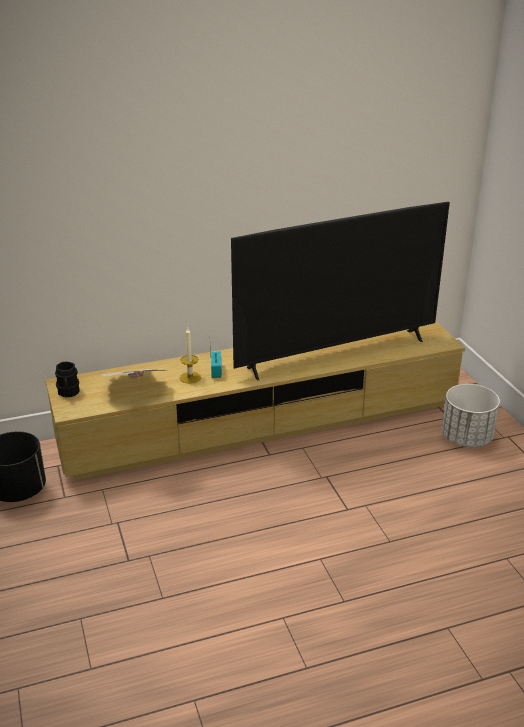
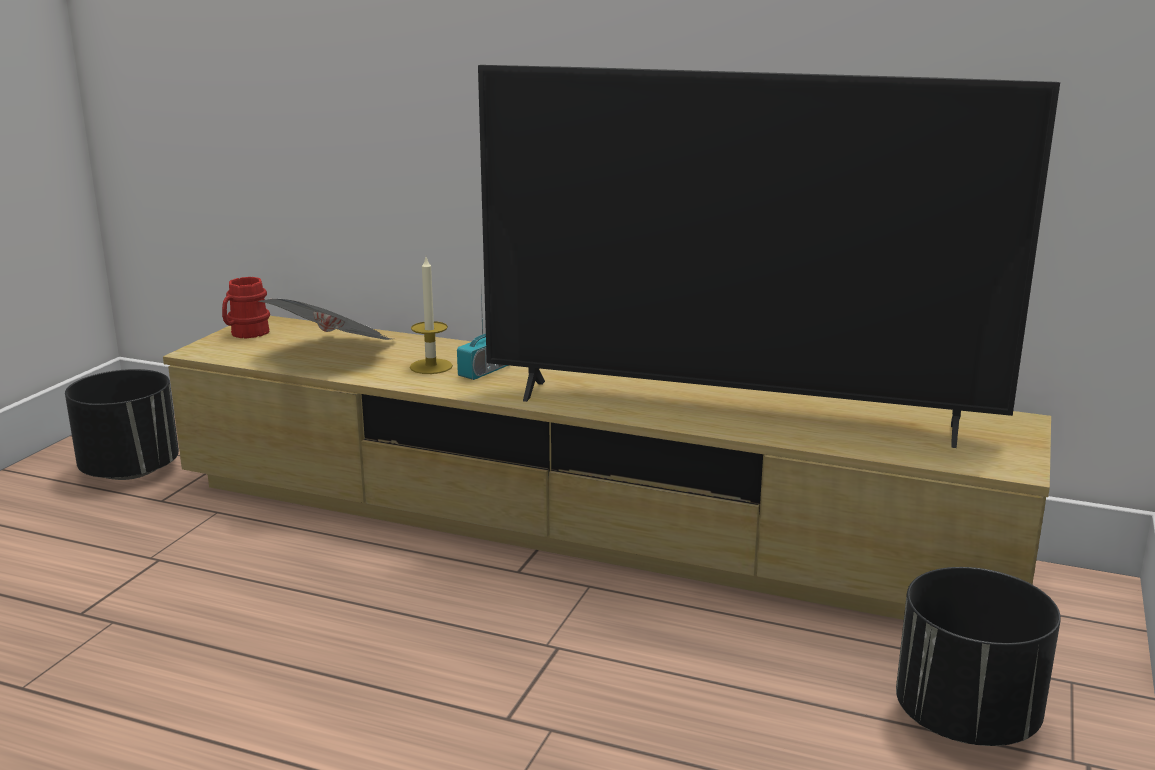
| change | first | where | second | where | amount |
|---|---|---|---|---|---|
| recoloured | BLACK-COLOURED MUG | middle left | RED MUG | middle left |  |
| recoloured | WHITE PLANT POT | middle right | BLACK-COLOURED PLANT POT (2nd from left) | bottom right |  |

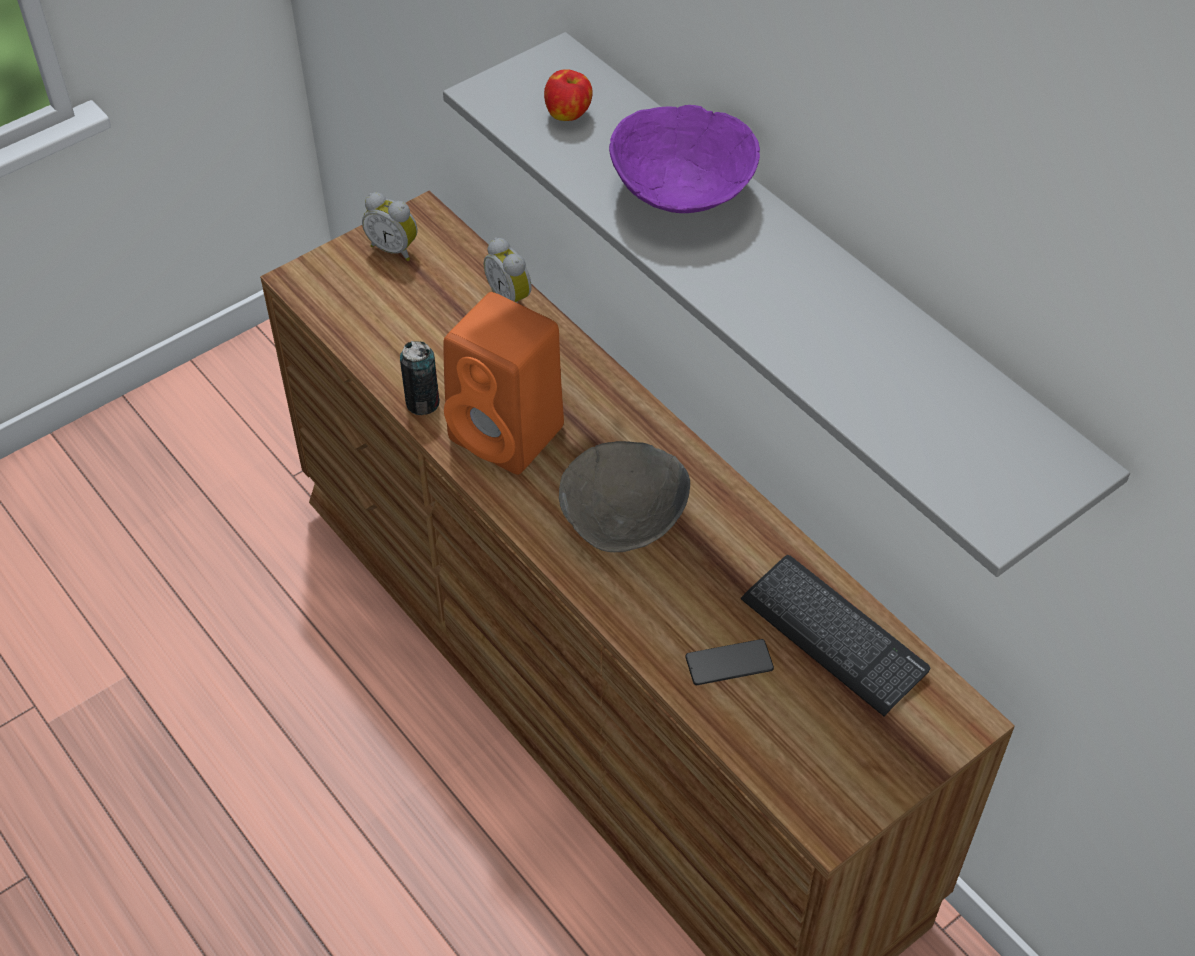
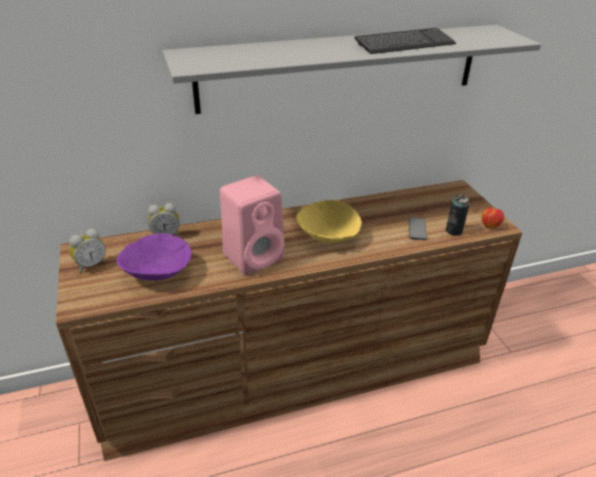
| change | first | where | second | where | amount |
|---|---|---|---|---|---|
| moved | SEALED CAN | centre |  | middle right |  |
| moved | APPLE FRUIT | top centre |  | middle right |  |
| moved | PURPLE DEEP DISH | top centre |  | middle left |  |
| moved | KEYBOARD | middle right |  | top right |  |
| recoloured | ORANGE LOUDSPEAKER | centre | PINK-COLOURED LOUDSPEAKER | centre |  |
| recoloured | GRAY DEEP DISH | centre | YELLOWISH DEEP DISH | centre |  |

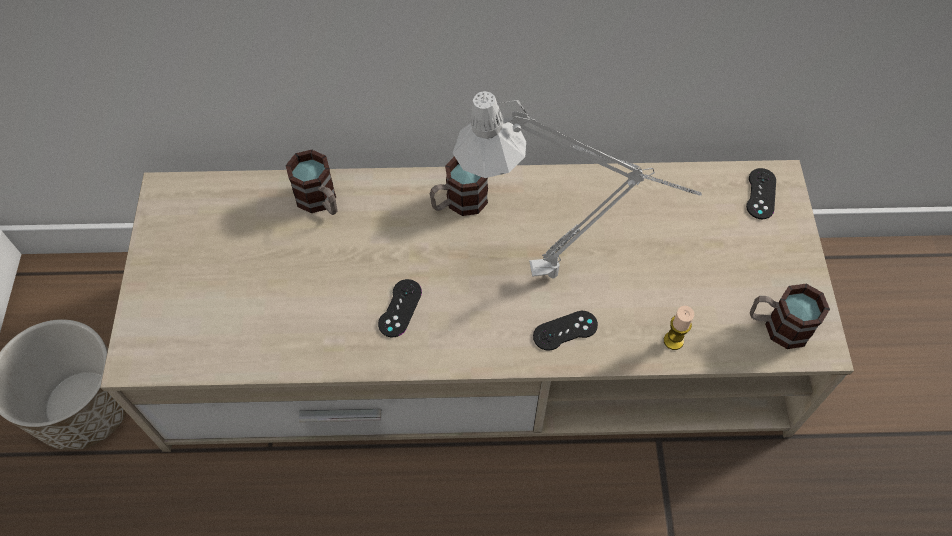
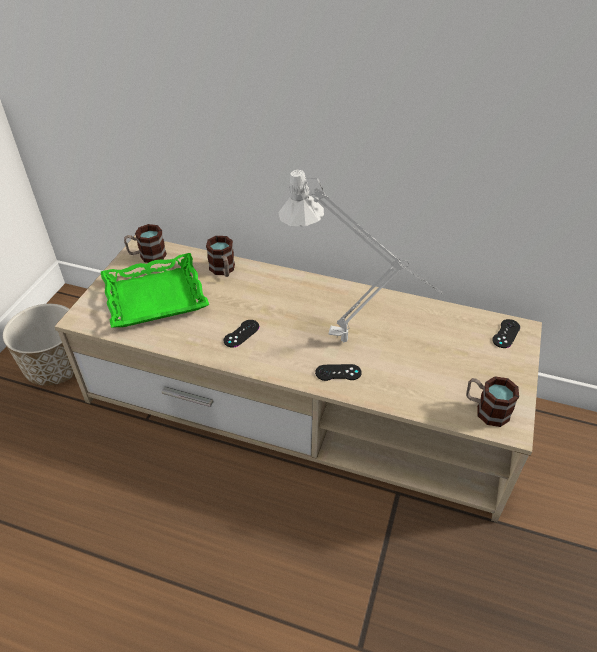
| change | first | where | second | where | amount |
|---|---|---|---|---|---|
| removed | WAX LIGHT | middle right |  |  |  |
| added |  |  | GREEN-COLOURED CARRYING TRAY | middle left |  |
| moved | MUG (2nd from left in the first image) | centre | MUG (1st from left) | middle left |  |

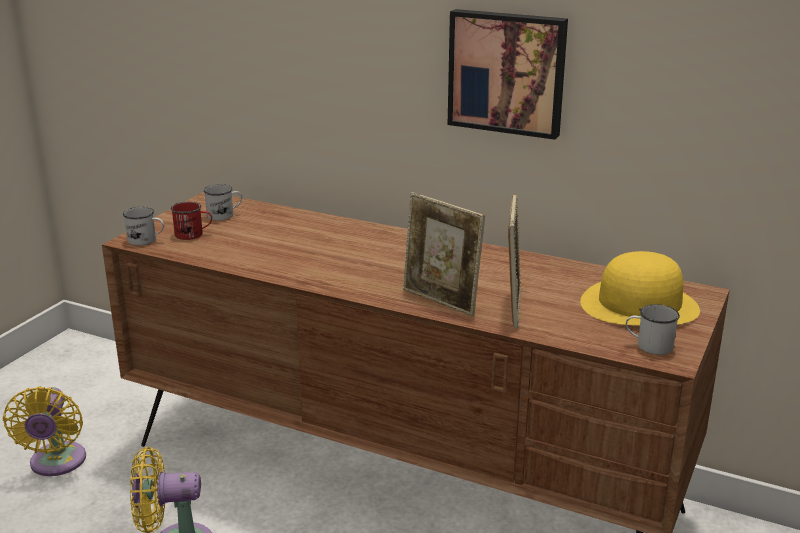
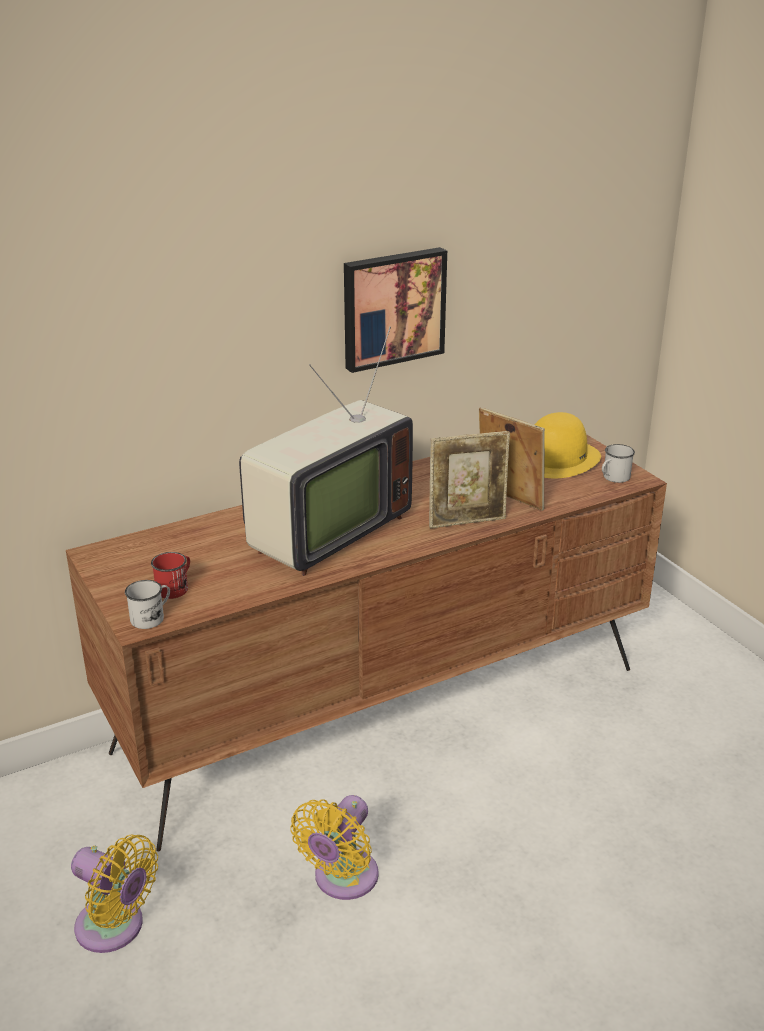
| change | first | where | second | where | amount |
|---|---|---|---|---|---|
| removed | WHITE MUG (2nd from left) | middle left |  |  |  |
| added |  |  | TV | centre |  |

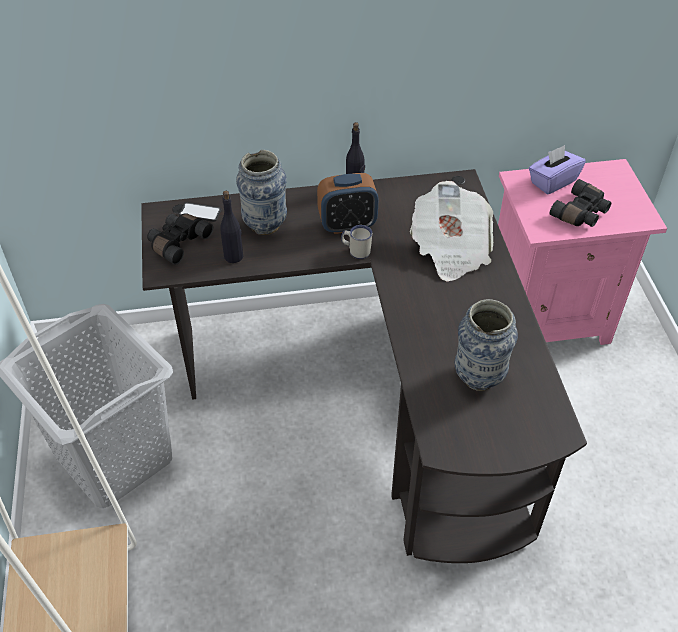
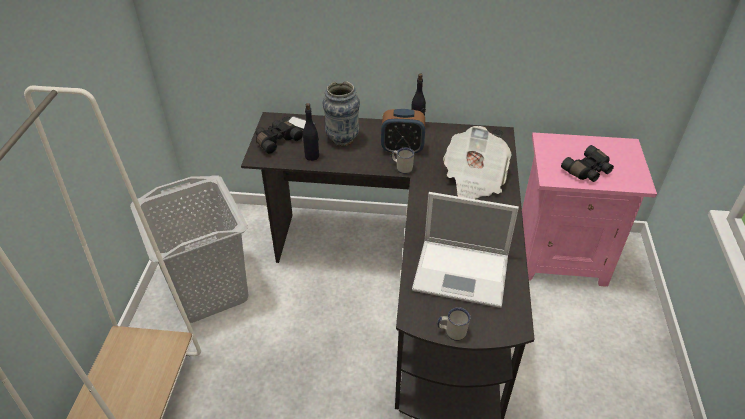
| change | first | where | second | where | amount |
|---|---|---|---|---|---|
| removed | PURPLE TISSUE HOLDER | top right |  |  |  |
| added |  |  | WHITE MUG (2nd from left) | bottom centre |  |
| replaced | DECORATIVE VASE (2nd from left) | middle right | LAPTOP | centre |  |

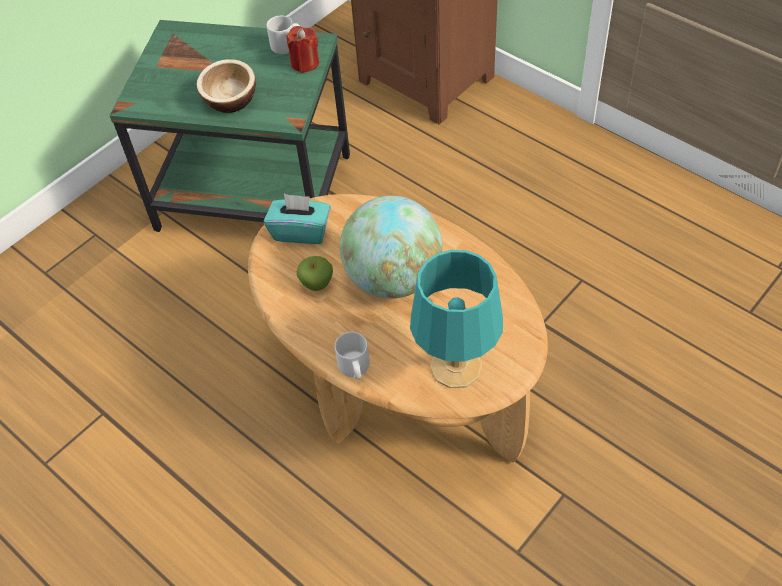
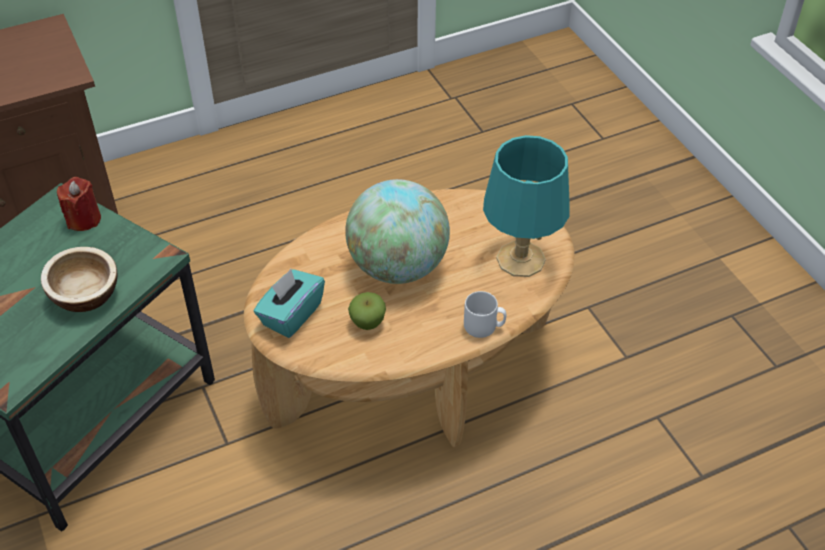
| change | first | where | second | where | amount |
|---|---|---|---|---|---|
| removed | GRAY MUG (1st from left) | top centre |  |  |  |

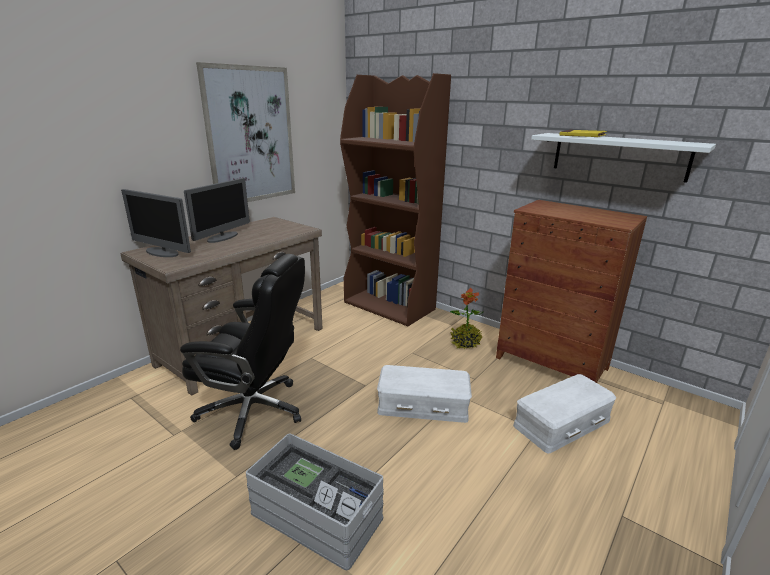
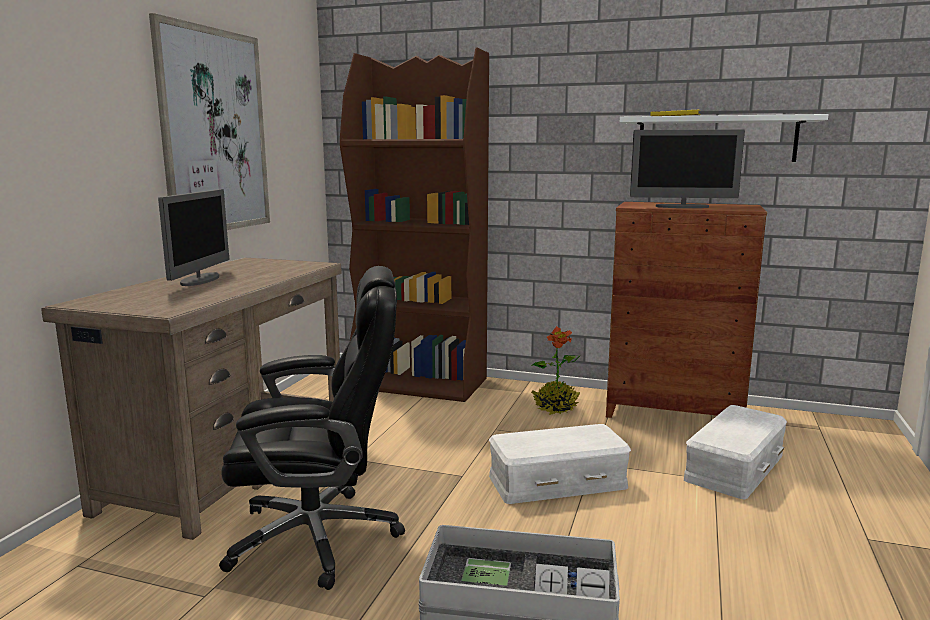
| change | first | where | second | where | amount |
|---|---|---|---|---|---|
| moved | COMPUTER DISPLAY (1st from left in the first image) | middle left | COMPUTER DISPLAY (2nd from left) | top right |  |

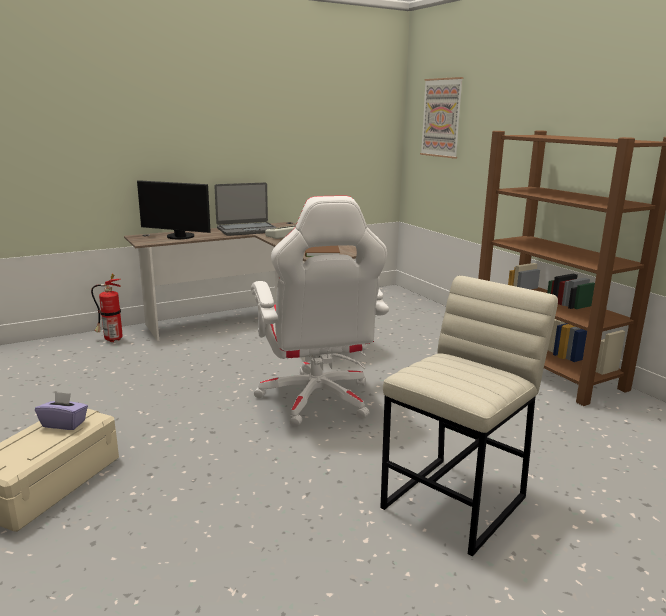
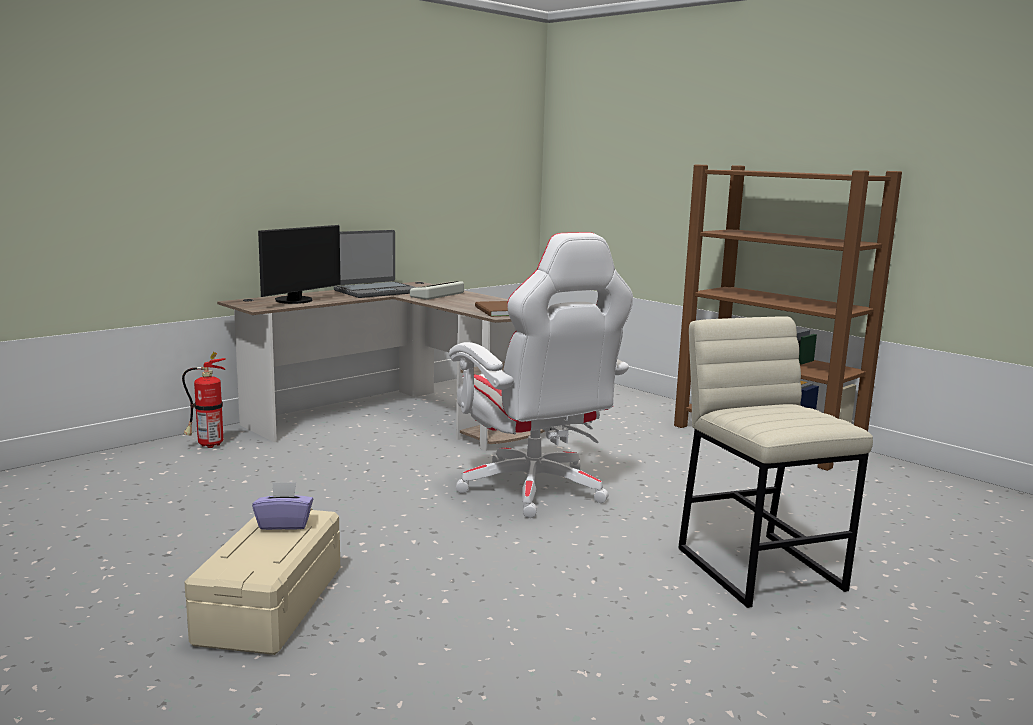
| change | first | where | second | where | amount |
|---|---|---|---|---|---|
| removed | PICTURE | top centre |  |  |  |
| turned | COMPUTER DISPLAY | middle left |  | middle left | 60 degrees counterclockwise |
| turned | BEIGE-COLOURED CHAIR | bottom right |  | middle right | 45 degrees counterclockwise |

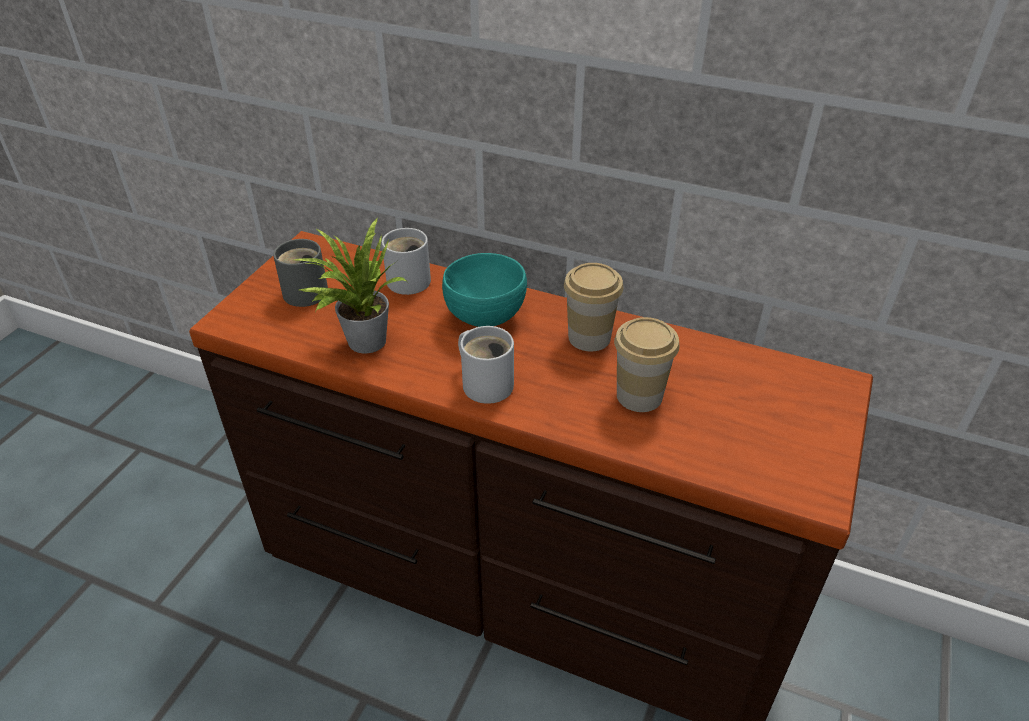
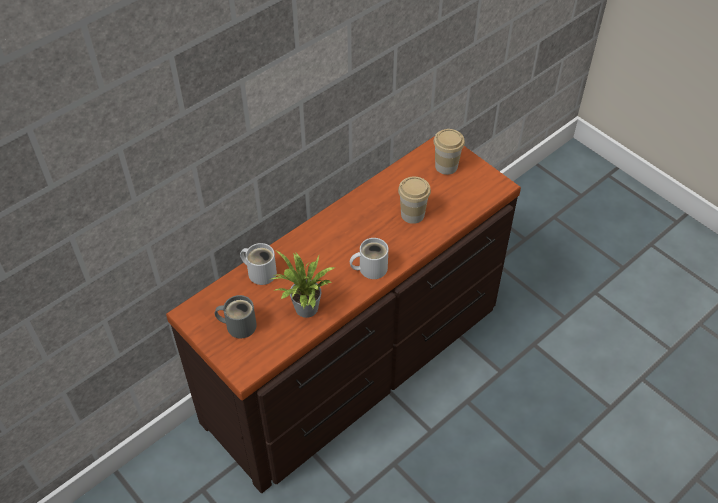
| change | first | where | second | where | amount |
|---|---|---|---|---|---|
| removed | TURQUOISE DEEP DISH | centre |  |  |  |
| moved | CUP (1st from left in the first image) | centre | CUP (2nd from left) | top centre |  |

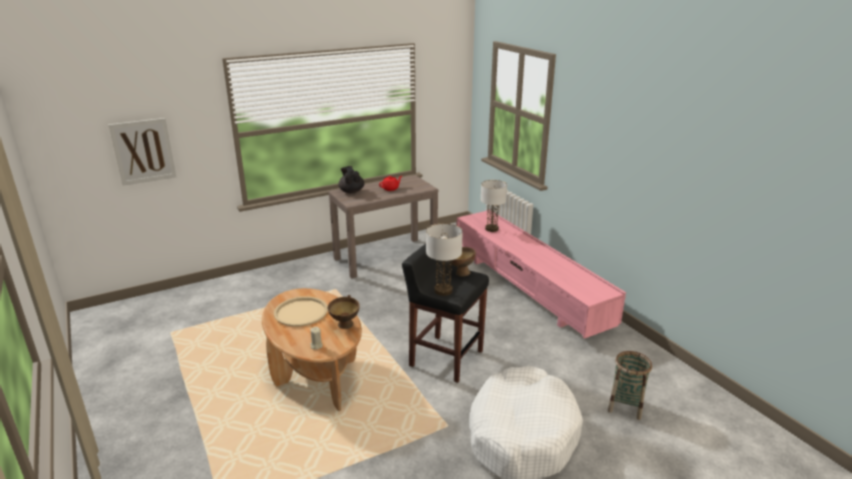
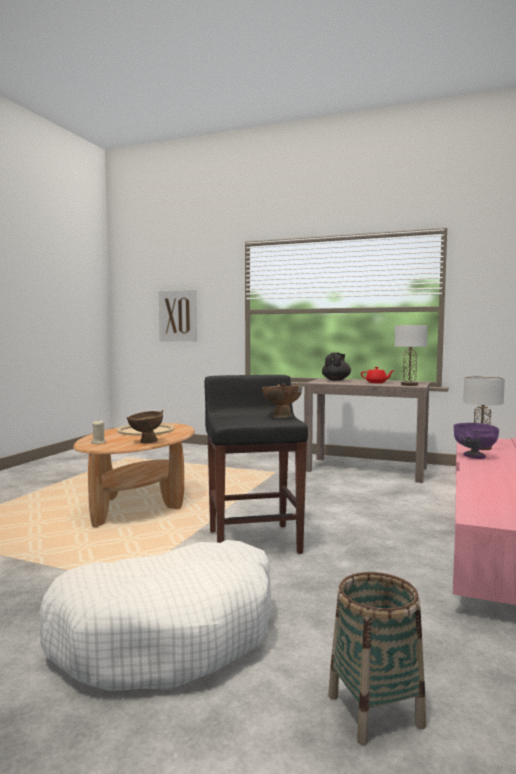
| change | first | where | second | where | amount |
|---|---|---|---|---|---|
| added |  |  | PURPLE DEEP DISH | middle right |  |
| moved | TABLETOP LAMP (1st from left) | centre |  | middle right |  |

